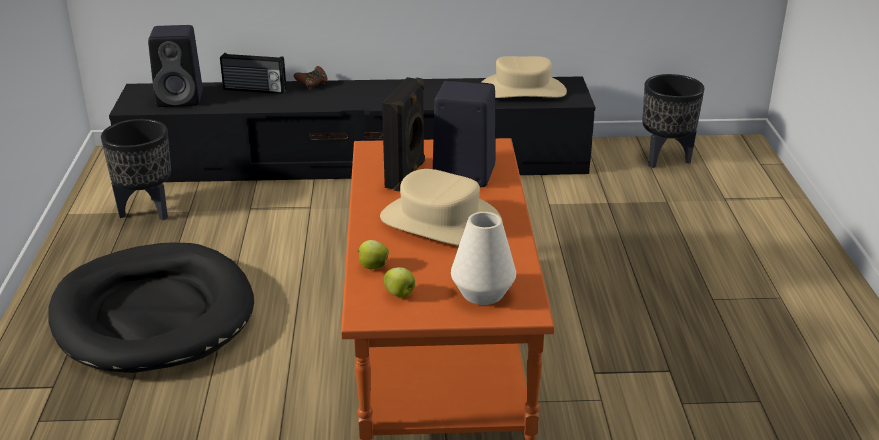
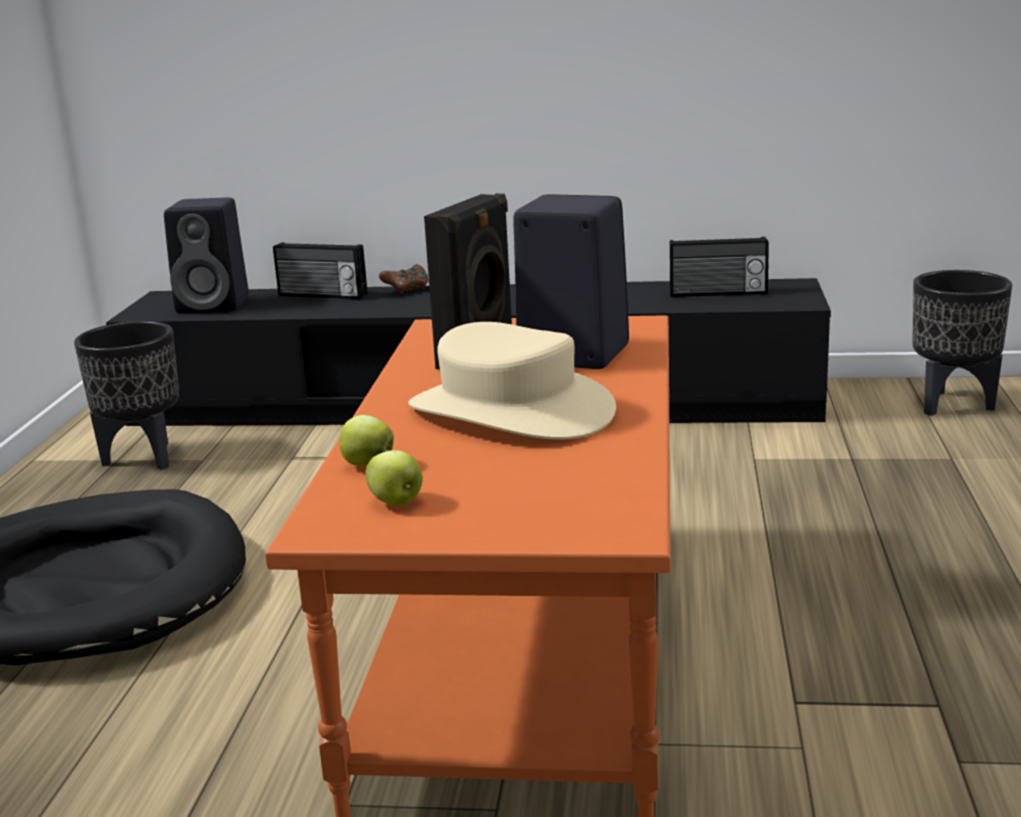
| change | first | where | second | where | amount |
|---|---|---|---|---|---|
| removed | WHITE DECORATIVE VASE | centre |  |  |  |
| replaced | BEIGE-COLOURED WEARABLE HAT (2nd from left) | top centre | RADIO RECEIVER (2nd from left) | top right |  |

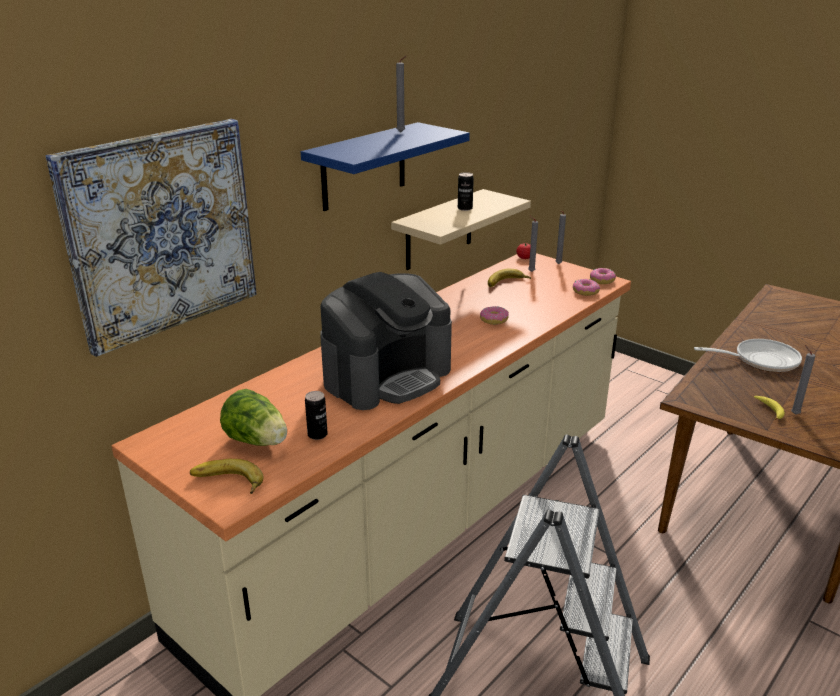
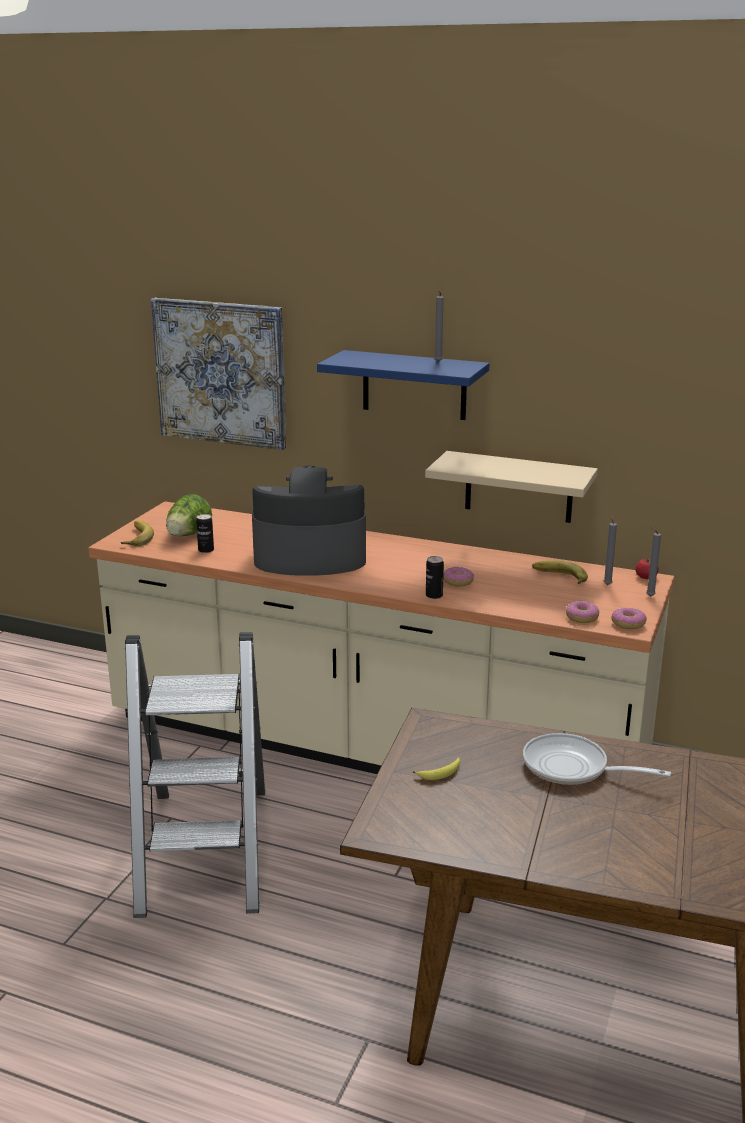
| change | first | where | second | where | amount |
|---|---|---|---|---|---|
| removed | GRAY WAX LIGHT (4th from left) | middle right |  |  |  |
| moved | SEALED CAN (2nd from left) | top centre |  | centre |  |
| turned | COFFEE BREWER | centre |  | centre | 150 degrees clockwise |
| turned | SKILLET | middle right |  | bottom right | 135 degrees clockwise |

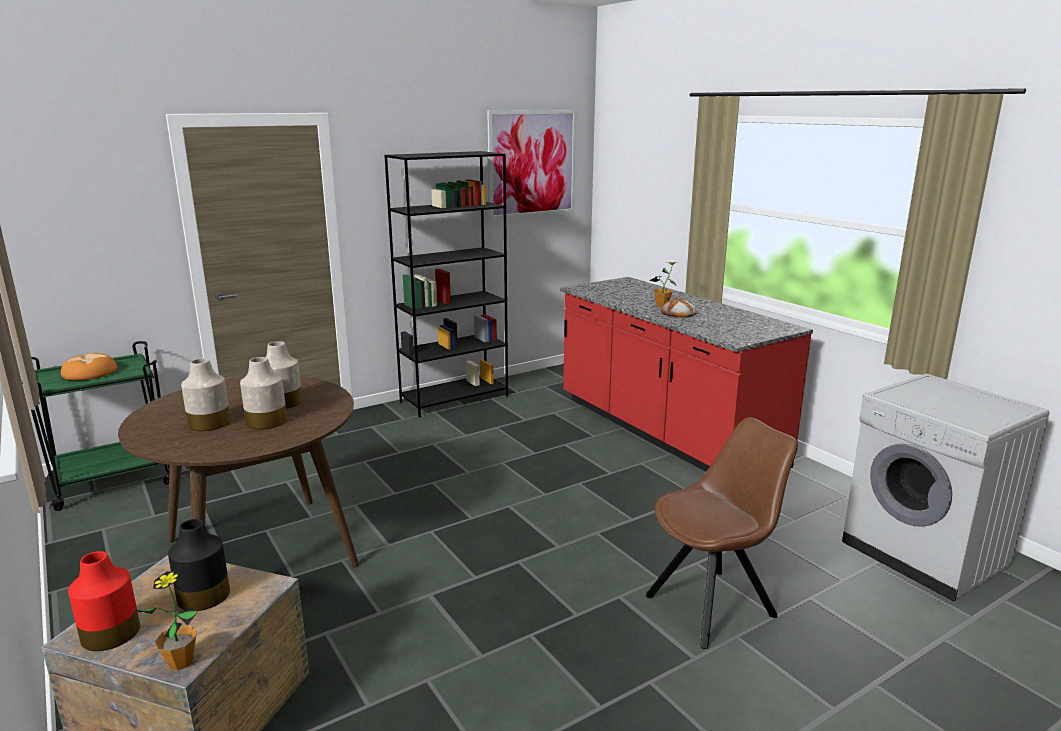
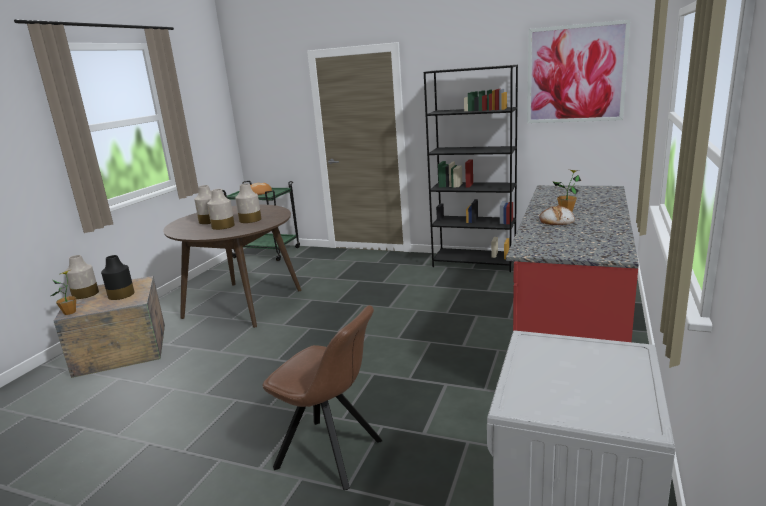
| change | first | where | second | where | amount |
|---|---|---|---|---|---|
| recoloured | RED DECORATIVE VASE | bottom left | BEIGE-COLOURED DECORATIVE VASE (1st from left) | middle left |  |

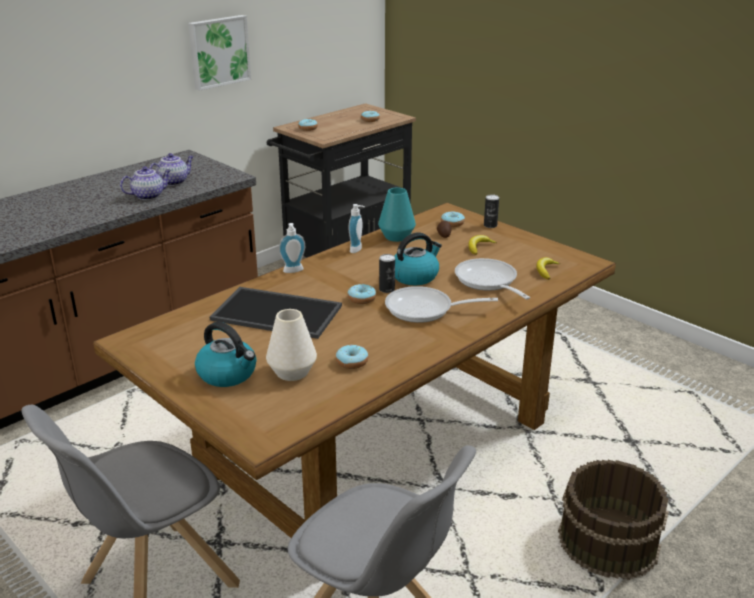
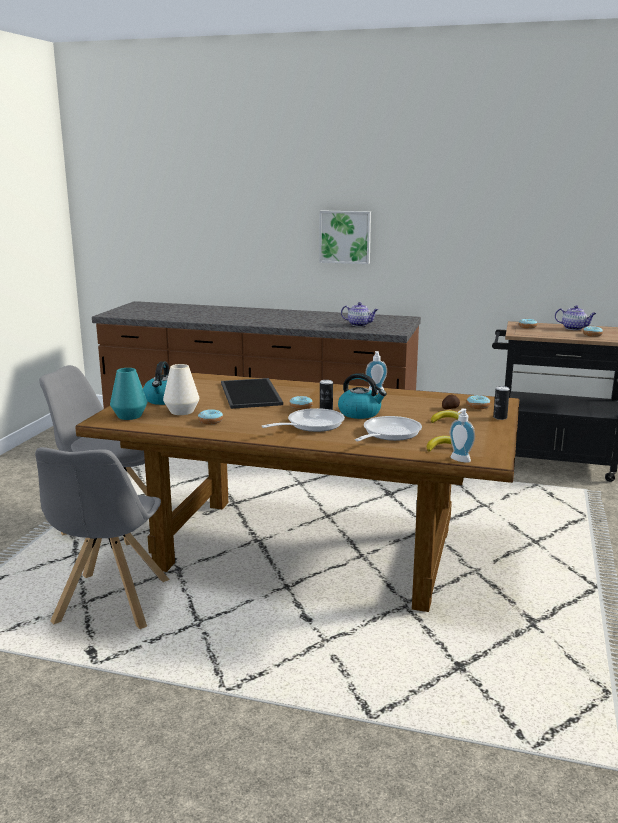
| change | first | where | second | where | amount |
|---|---|---|---|---|---|
| removed | BROWNISH PAIL | bottom right |  |  |  |
| moved | TEAPOT (1st from left in the first image) | top left | TEAPOT (2nd from left) | middle right |  |
| moved | PICTURE | top left |  | top centre |  |
| moved | SOAP BOTTLE (1st from left in the first image) | centre | SOAP BOTTLE (2nd from left) | middle right |  |
| moved | TURQUOISE DECORATIVE VASE | centre |  | middle left |  |
| turned | SKILLET (1st from left) | centre |  | centre | 75 degrees clockwise |

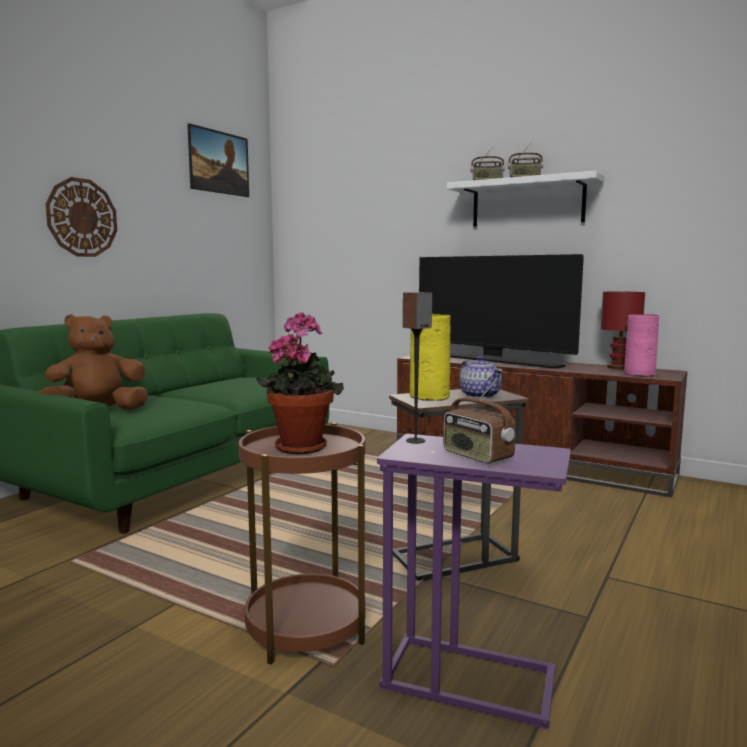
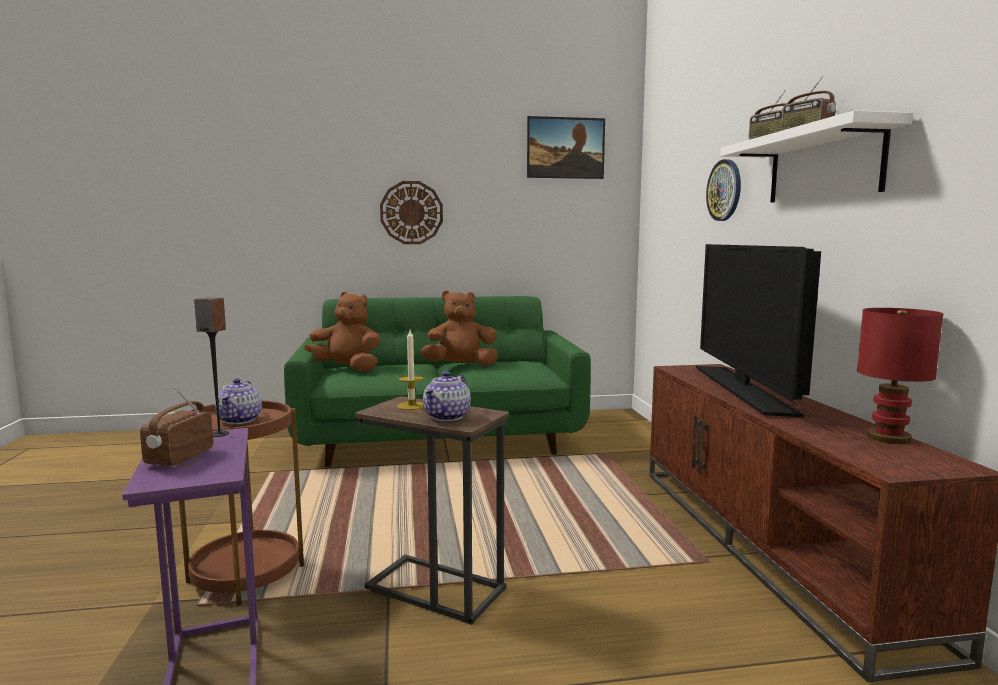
| change | first | where | second | where | amount |
|---|---|---|---|---|---|
| removed | PINK-COLOURED DECORATIVE VASE | middle right |  |  |  |
| added |  |  | BROWNISH PLUSH TOY (2nd from left) | centre |  |
| added |  |  | WALL CLOCK (2nd from left) | top right |  |
| replaced | PLANT IN A POT | centre | TEAPOT (1st from left) | middle left |  |
| replaced | YELLOWISH DECORATIVE VASE | centre | WAX LIGHT | centre |  |

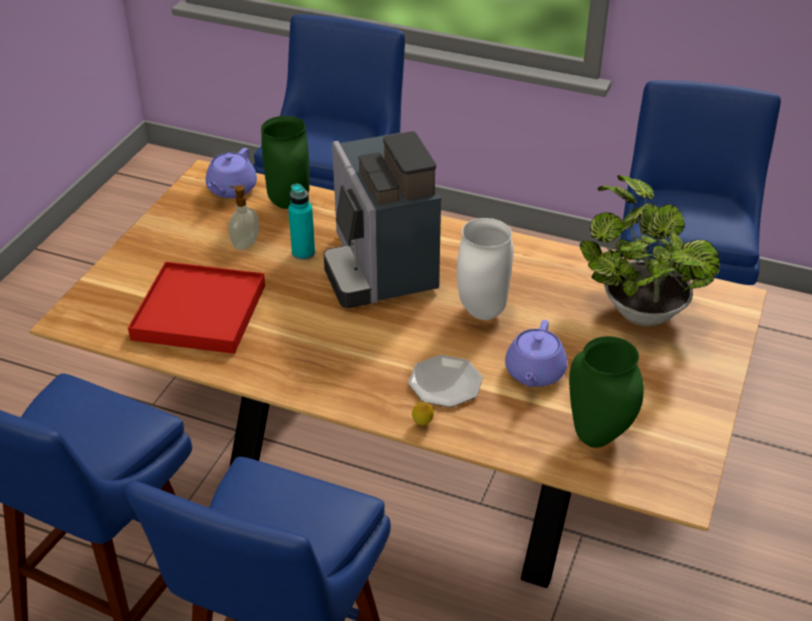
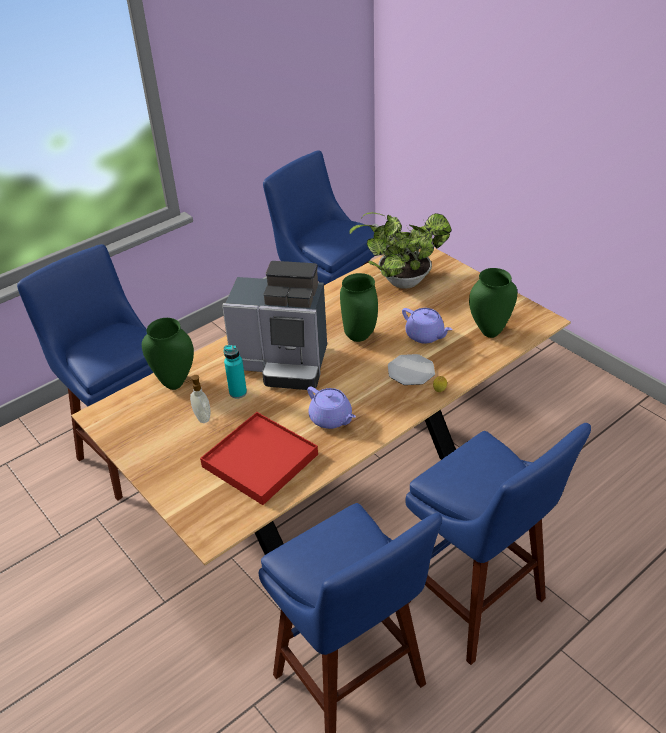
| change | first | where | second | where | amount |
|---|---|---|---|---|---|
| moved | PURPLE TEAPOT (1st from left) | top left |  | centre |  |
| recoloured | WHITE DECORATIVE VASE | centre | GREEN-COLOURED DECORATIVE VASE (2nd from left) | centre |  |

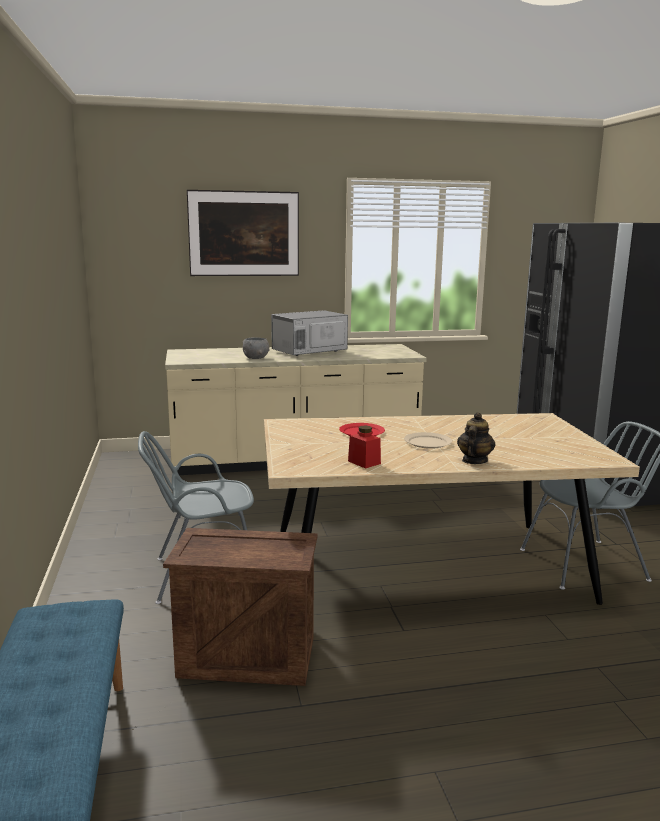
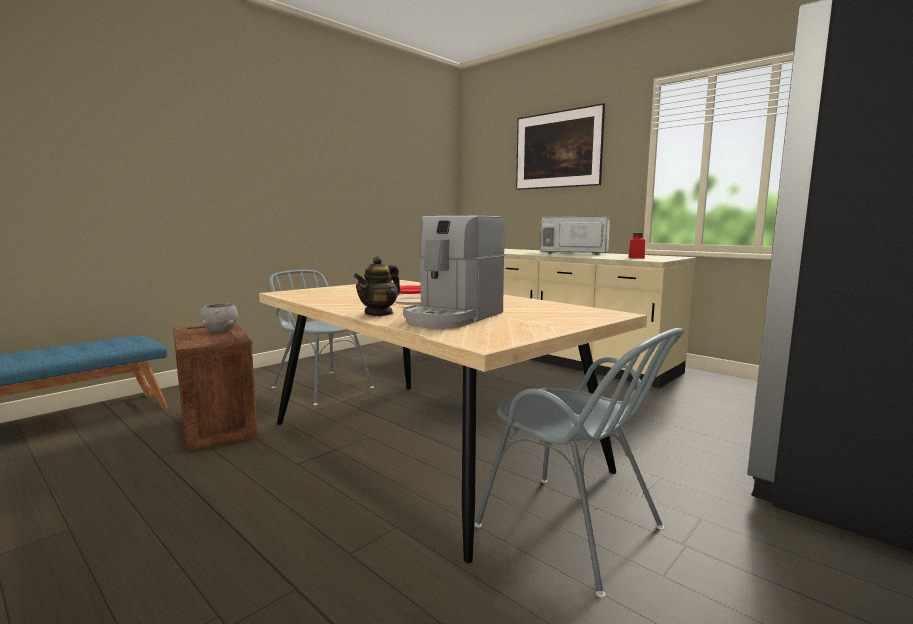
| change | first | where | second | where | amount |
|---|---|---|---|---|---|
| added |  |  | COFFEE BREWER | centre |  |
| moved | GRAY DEEP DISH | centre |  | middle left |  |
| moved | RED STORAGE JAR | centre |  | middle right |  |
| turned | TEAPOT | middle right |  | centre | 135 degrees clockwise |

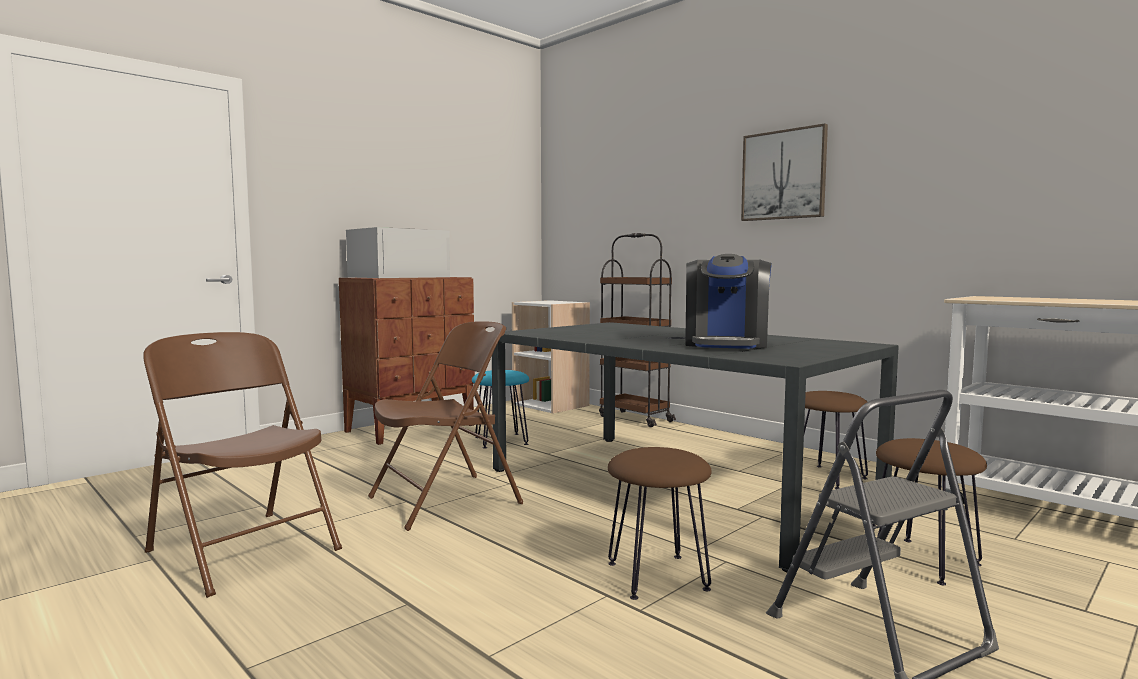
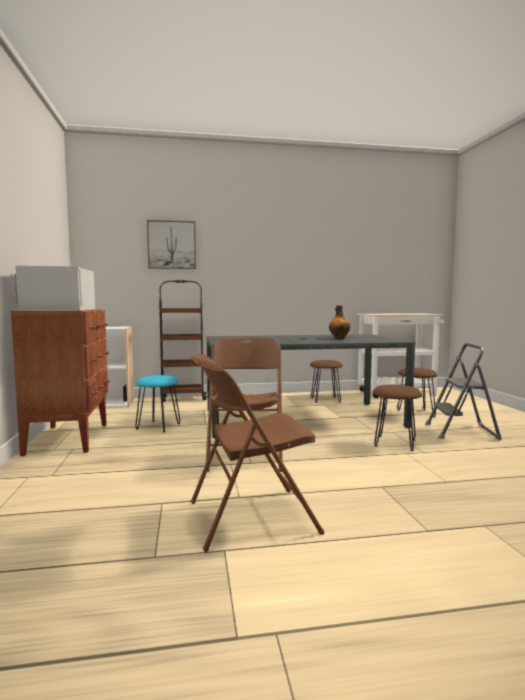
| change | first | where | second | where | amount |
|---|---|---|---|---|---|
| moved | PICTURE | top right |  | middle left |  |
| replaced | COFFEE BREWER | centre | DRINK BOTTLE | centre |  |

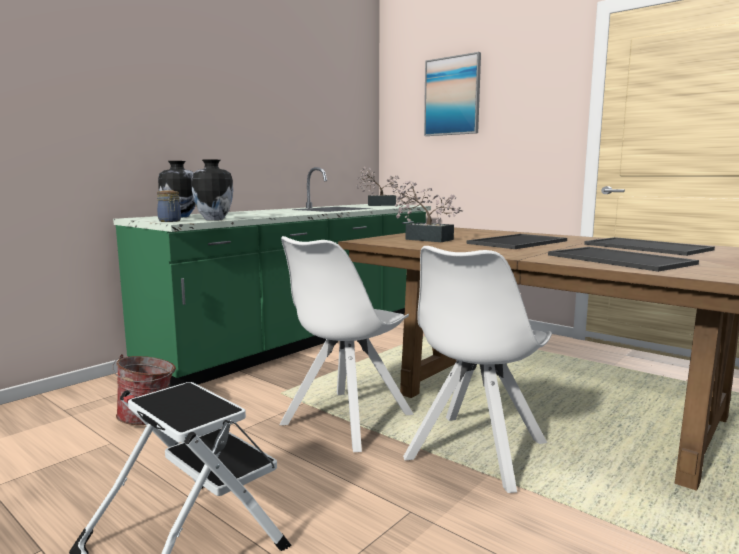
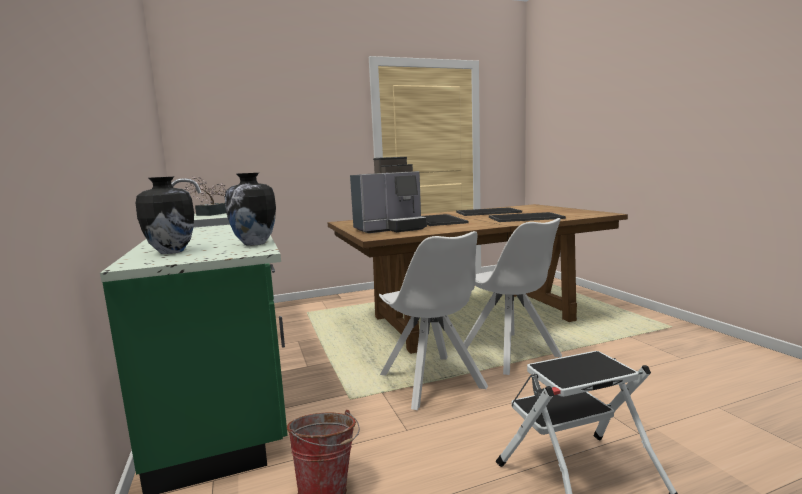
| change | first | where | second | where | amount |
|---|---|---|---|---|---|
| removed | STORAGE JAR | middle left |  |  |  |
| removed | PICTURE | top centre |  |  |  |
| replaced | PLANT IN A POT (2nd from left) | centre | COFFEE BREWER | centre |  |

